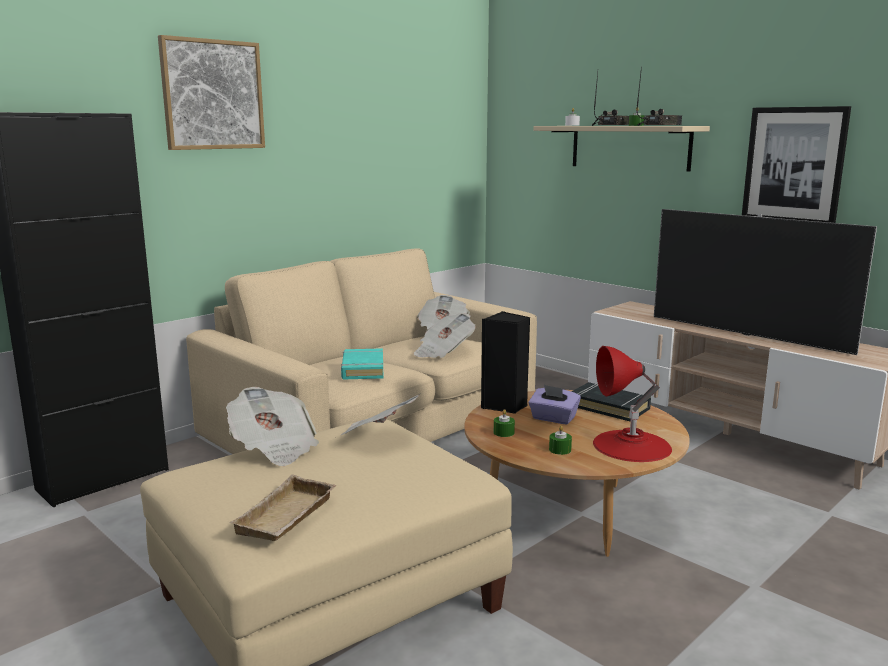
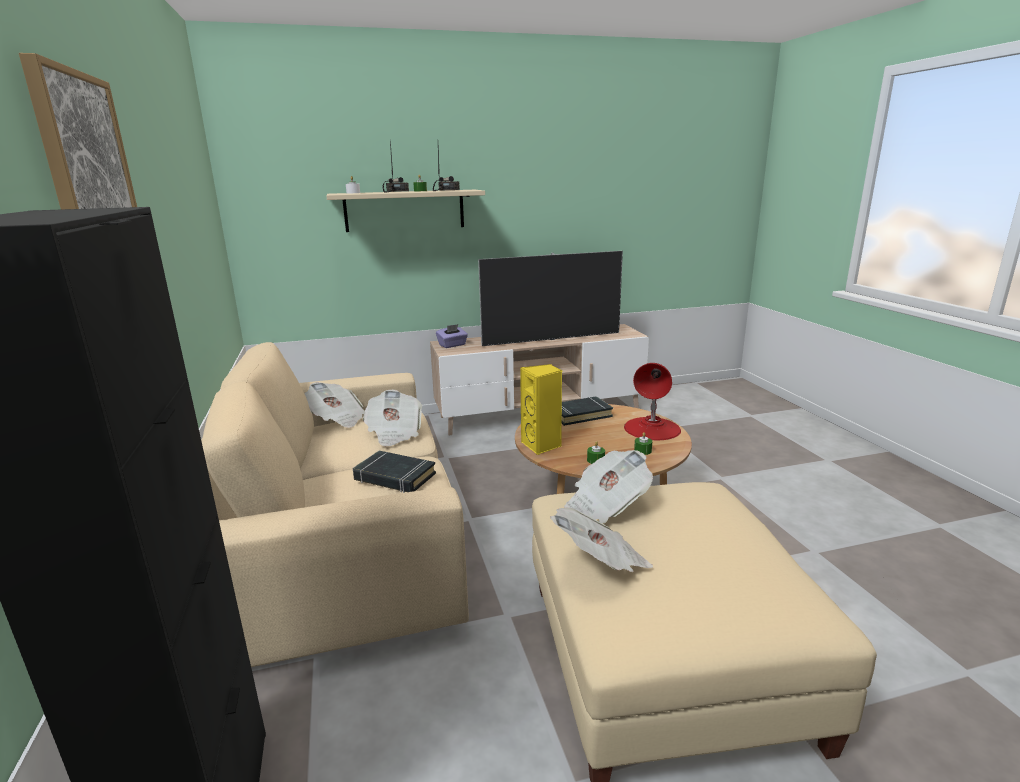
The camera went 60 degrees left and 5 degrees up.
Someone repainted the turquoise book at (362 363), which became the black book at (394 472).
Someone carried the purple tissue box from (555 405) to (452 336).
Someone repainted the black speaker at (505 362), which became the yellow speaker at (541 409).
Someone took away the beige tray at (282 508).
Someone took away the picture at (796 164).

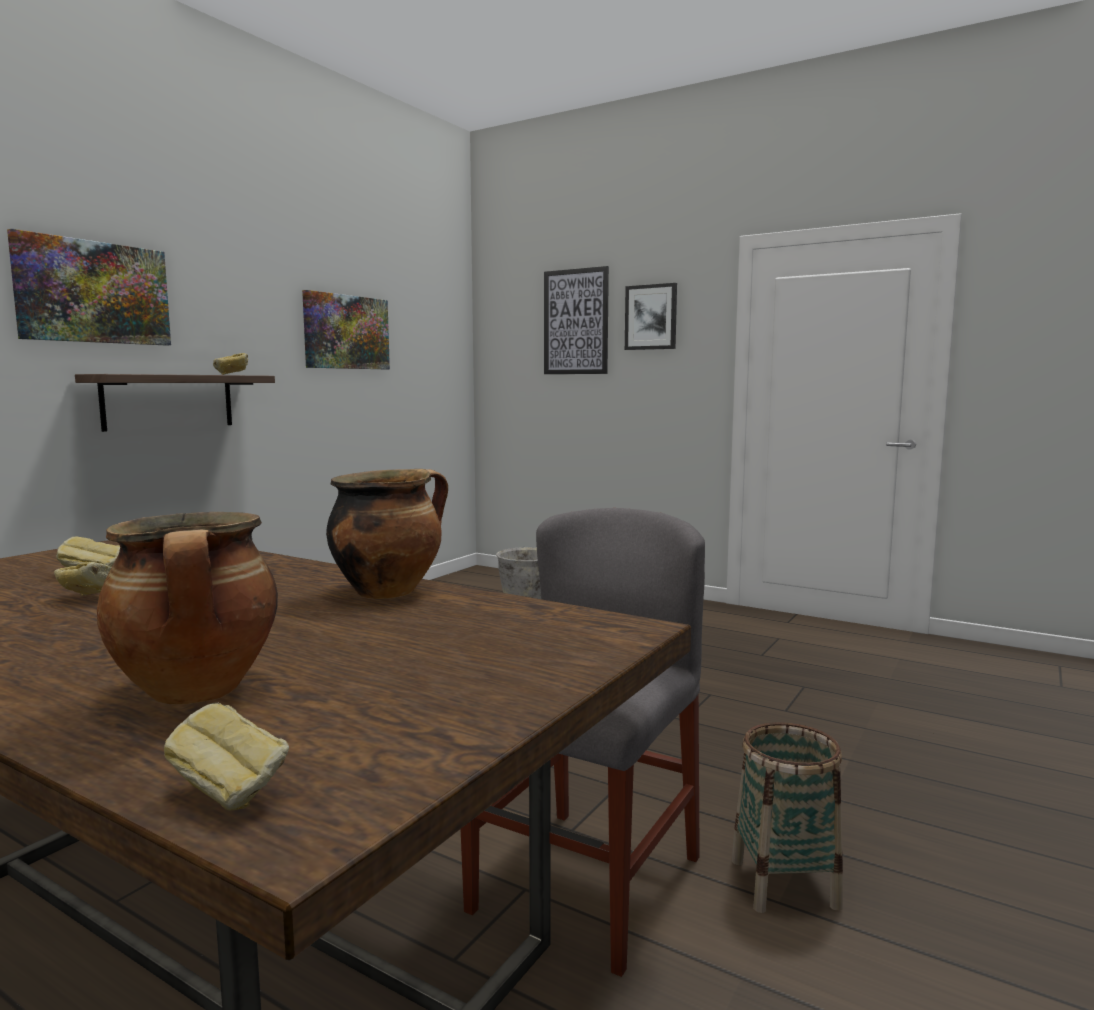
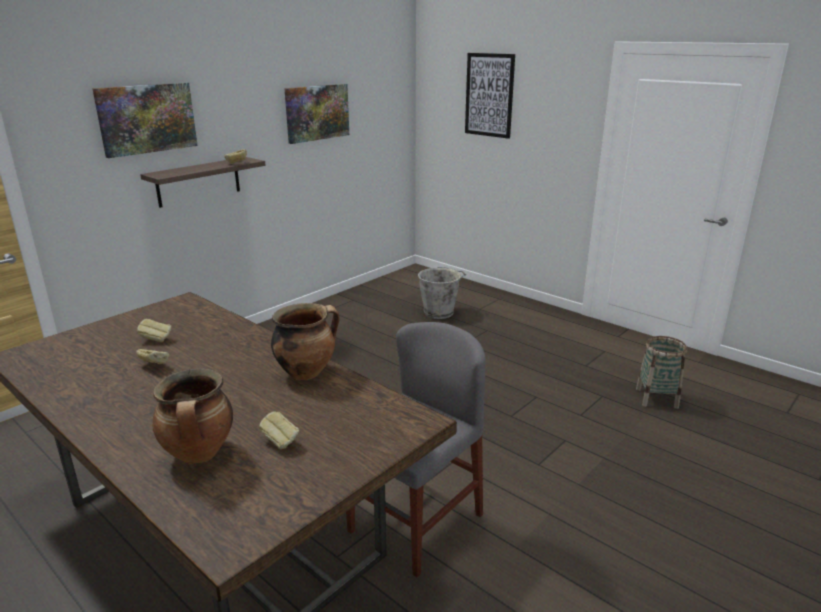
The camera went 10 degrees right and 15 degrees up.
Someone carried the bread from (226 756) to (279 430).
Someone carried the basket from (787 817) to (661 372).
Someone took away the picture at (651 316).

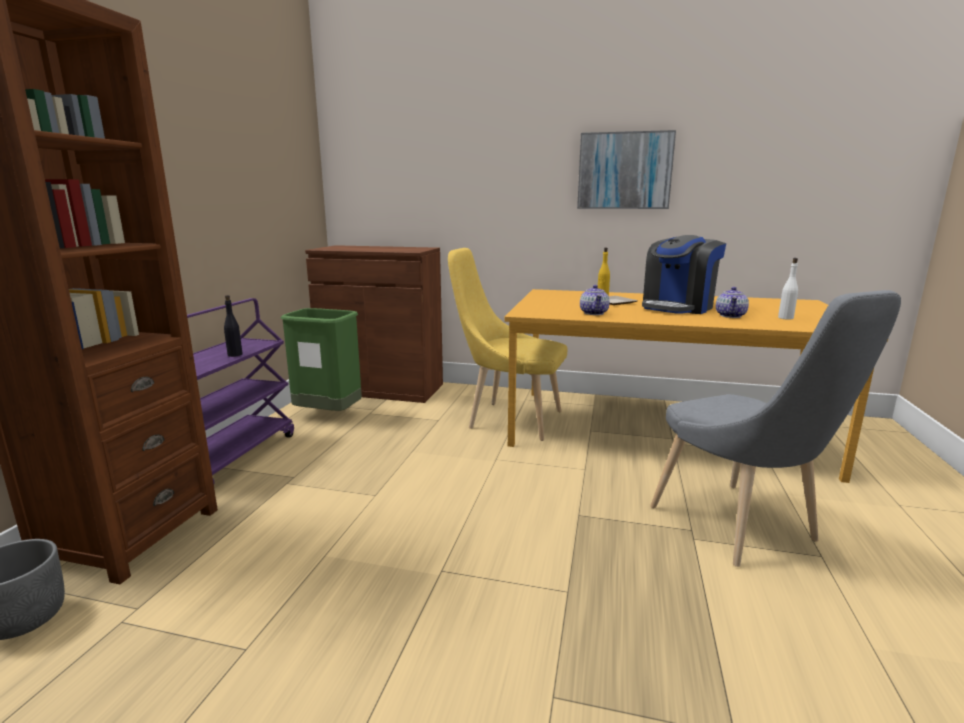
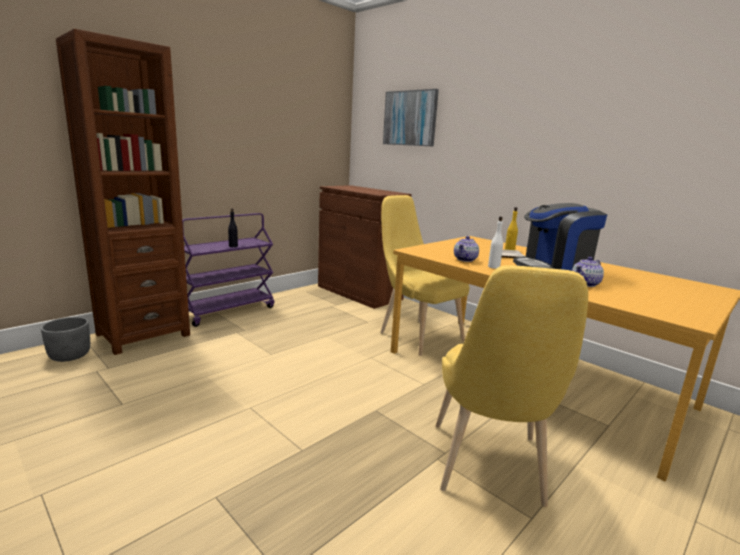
The camera went 30 degrees right and 0 degrees up.
Someone carried the picture from (626 169) to (411 118).
Someone repainted the grey chair at (775 428), which became the yellow chair at (512 386).
Someone carried the white bottle from (788 289) to (495 242).
Someone took away the green trash can at (321 359).

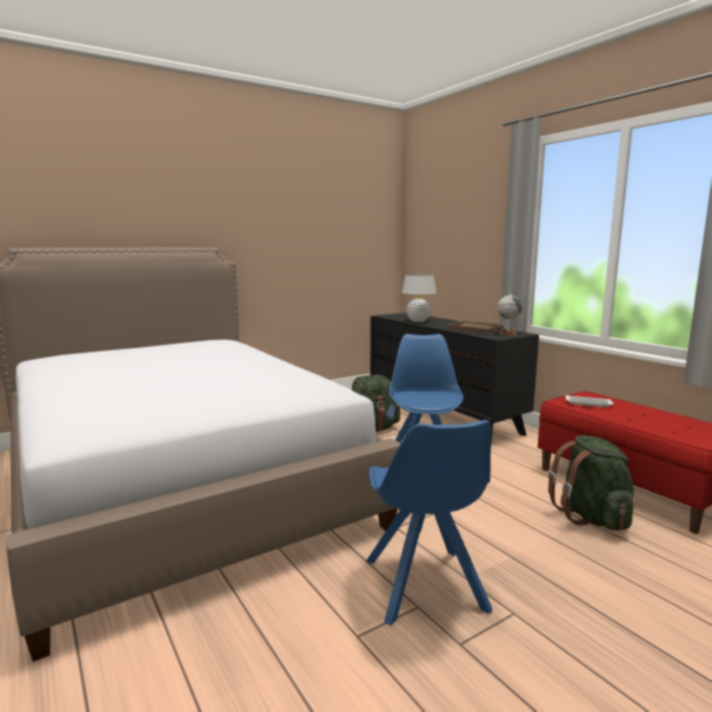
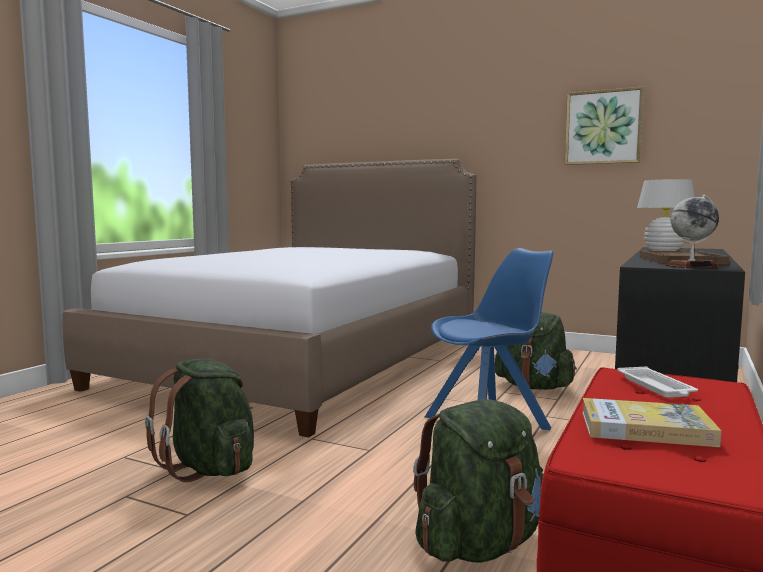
The camera went 60 degrees right and 5 degrees down.
Someone swapped the blue chair at (429 523) for the green backpack at (199 420).
Someone put up the picture at (604 126).
Someone put down the book at (652 422).

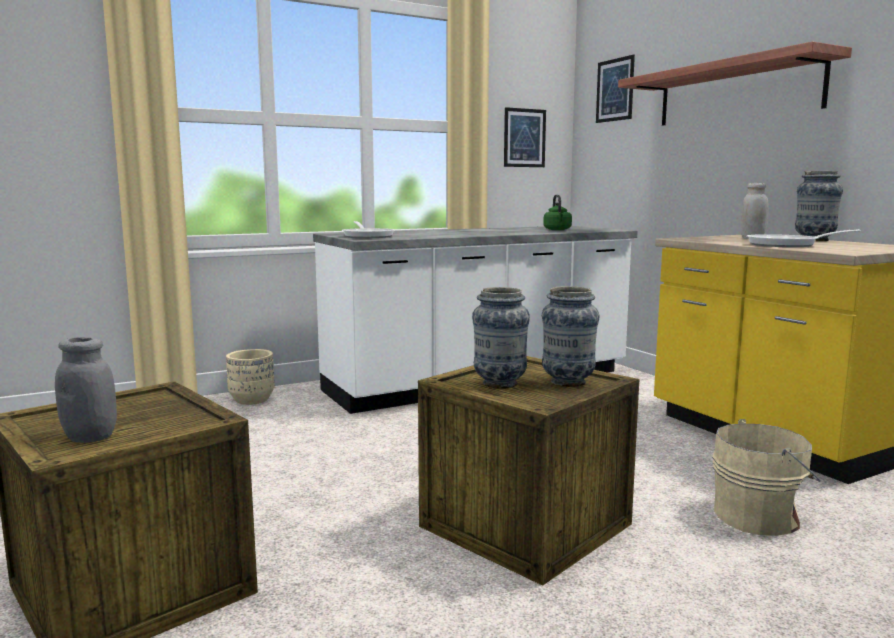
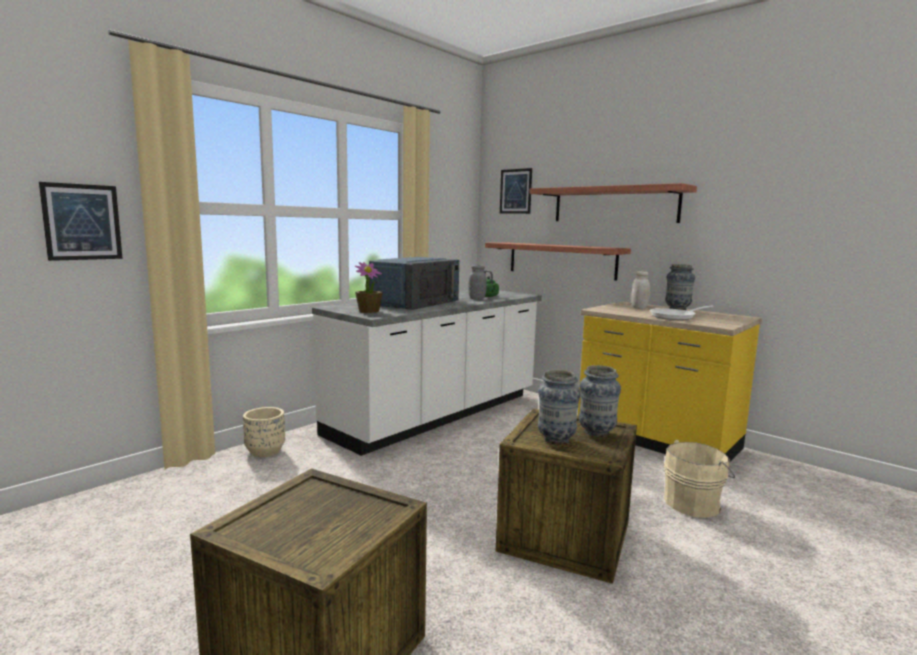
The camera went 20 degrees left and 0 degrees up.
Someone carried the picture from (525 137) to (81 221).
Someone swapped the frying pan at (368 229) for the potted plant at (369 287).
Someone put down the blue microwave at (414 283).
Someone carried the grey jar from (86 390) to (477 282).
Someone put up the shelf at (558 261).

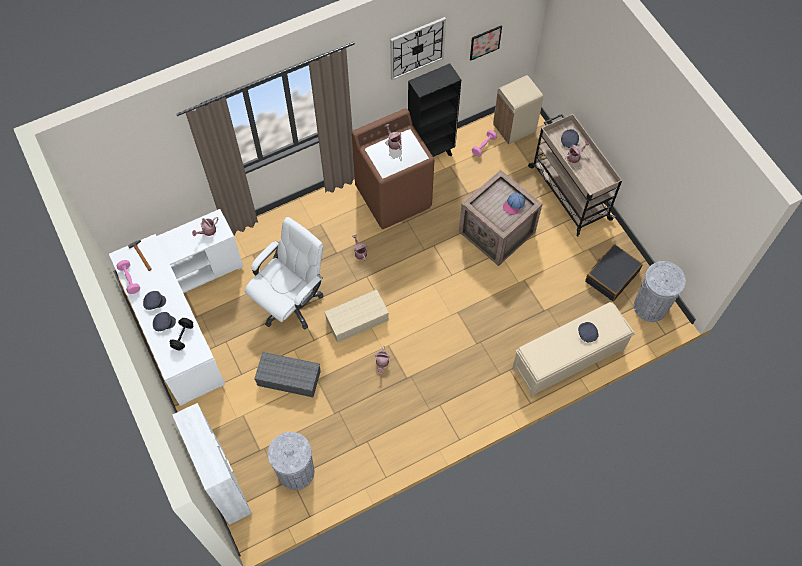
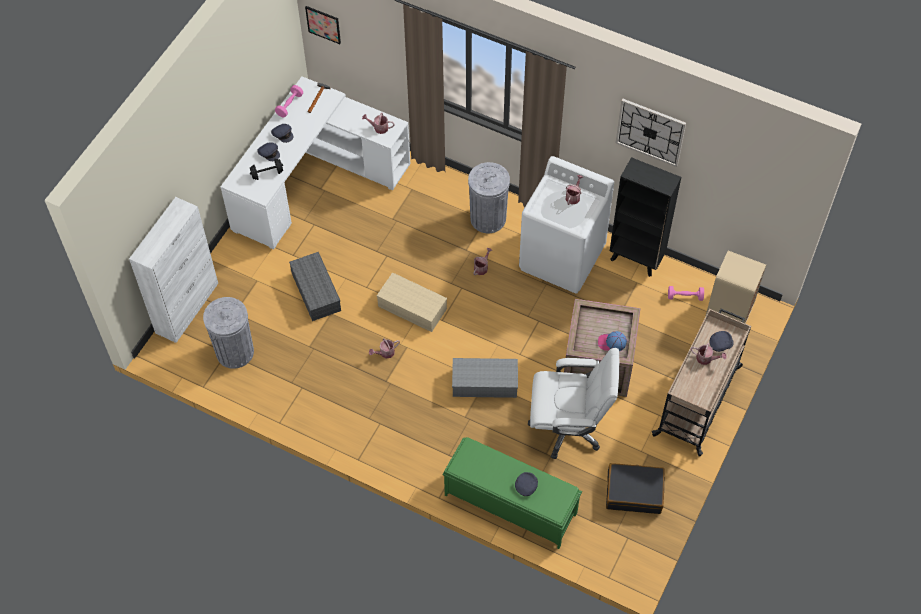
The camera went 55 degrees right and 5 degrees down.
Someone carried the picture from (486 43) to (323 25).
Someone repainted the beige bench at (573 350), which became the green bench at (512 493).
Someone put down the grey storage box at (485 378).
Someone carried the grey trash can from (660 291) to (489 197).
Someone repainted the brown washing machine at (393 168), which became the white washing machine at (566 225).
Someone carried the white office chair from (284 273) to (573 403).

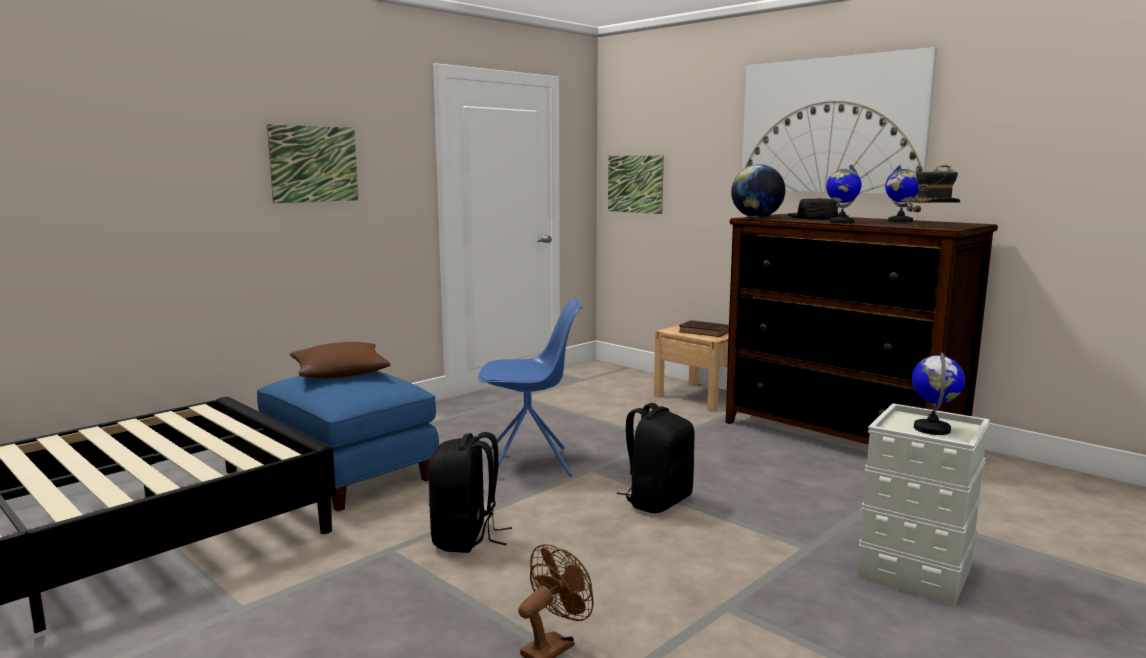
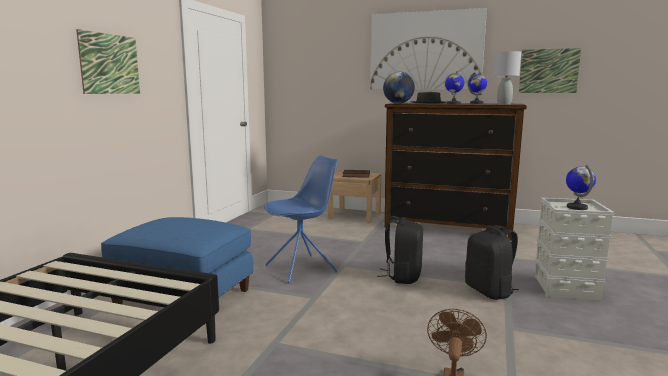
The camera went 25 degrees left and 0 degrees up.
Someone carried the black backpack from (470 492) to (492 262).
Someone swapped the hat at (933 195) for the grey table lamp at (507 77).
Someone carried the picture from (636 184) to (550 70).
Someone took away the brown pillow at (340 360).

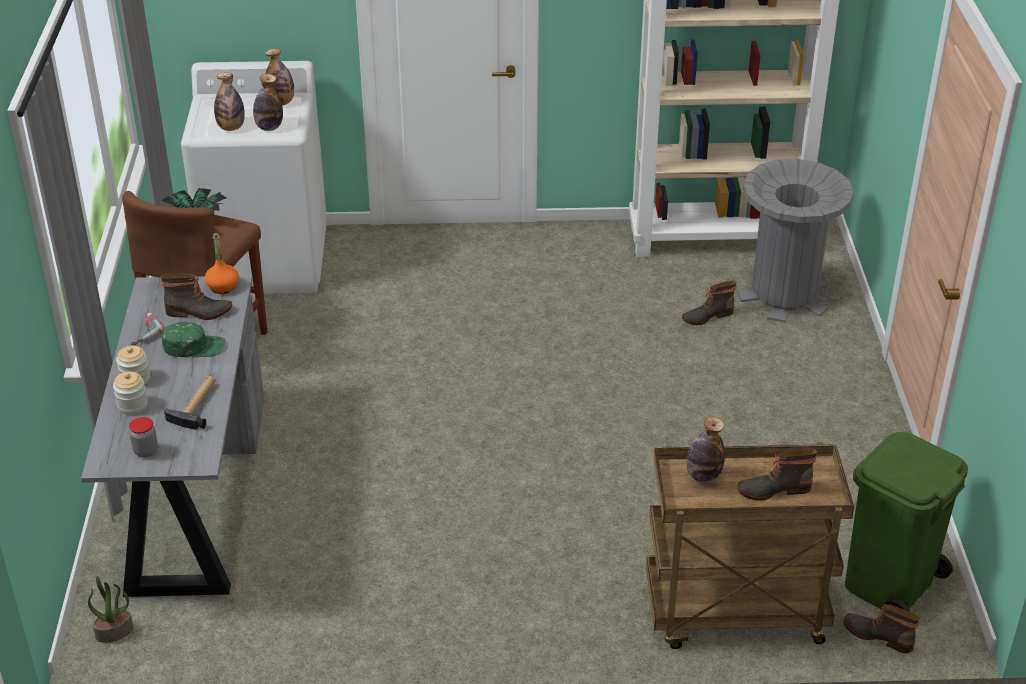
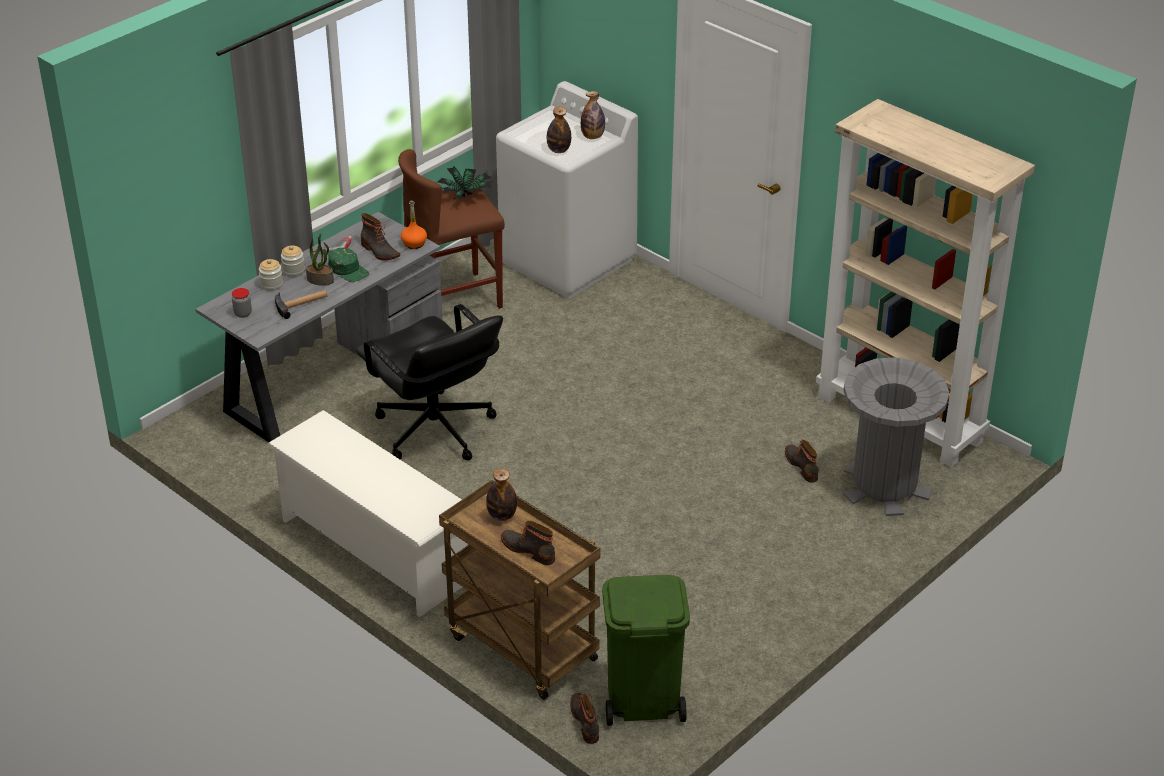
The camera went 45 degrees right and 0 degrees up.
Someone put down the white shoe rack at (368 513).
Someone carried the potted plant from (110 609) to (320 259).
Someone put down the black office chair at (429 382).
Someone rotated the boot at (709 303) by 45 degrees clockwise.
Someone took away the bottle at (229 102).

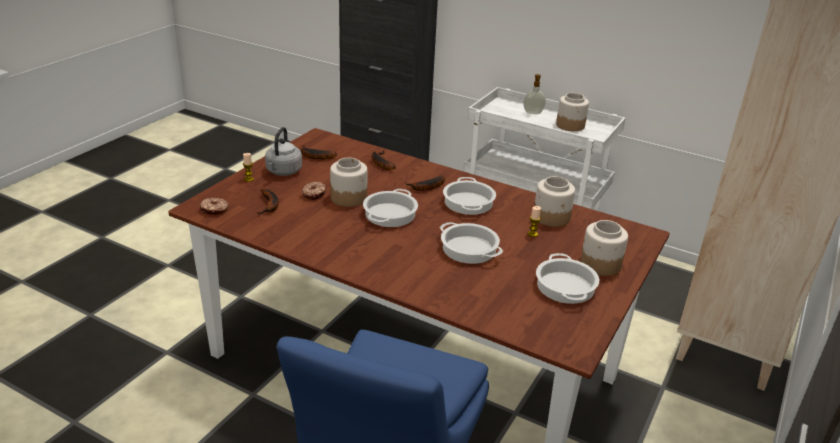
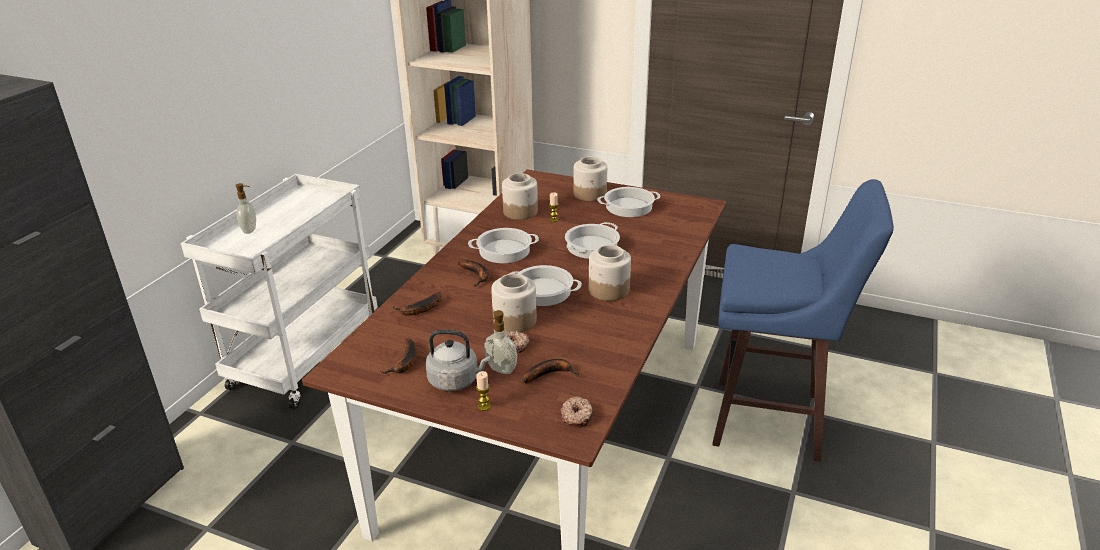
The camera went 95 degrees left and 0 degrees up.
Someone put down the soap dispenser at (500 342).
Someone carried the jar from (572 112) to (610 273).

